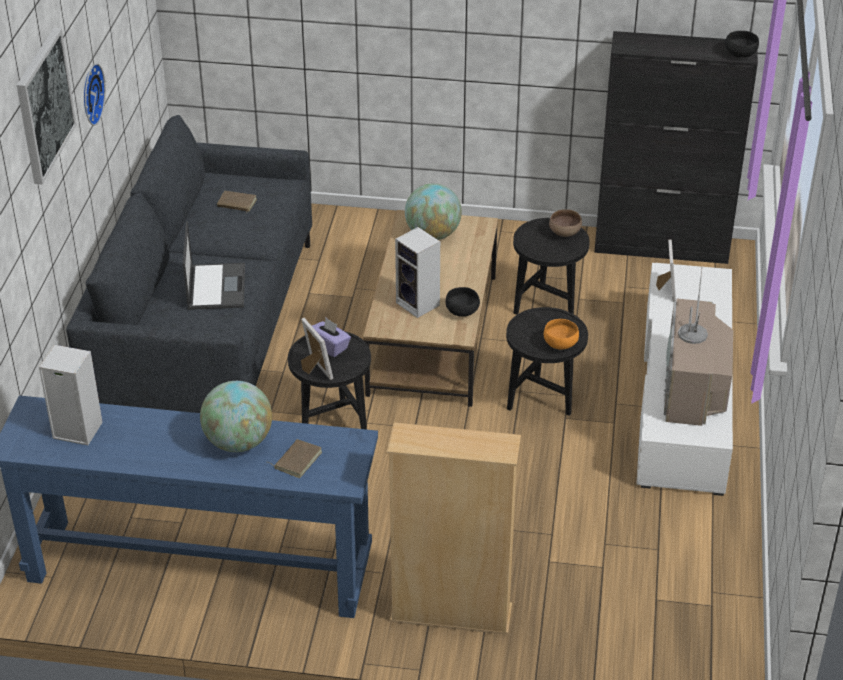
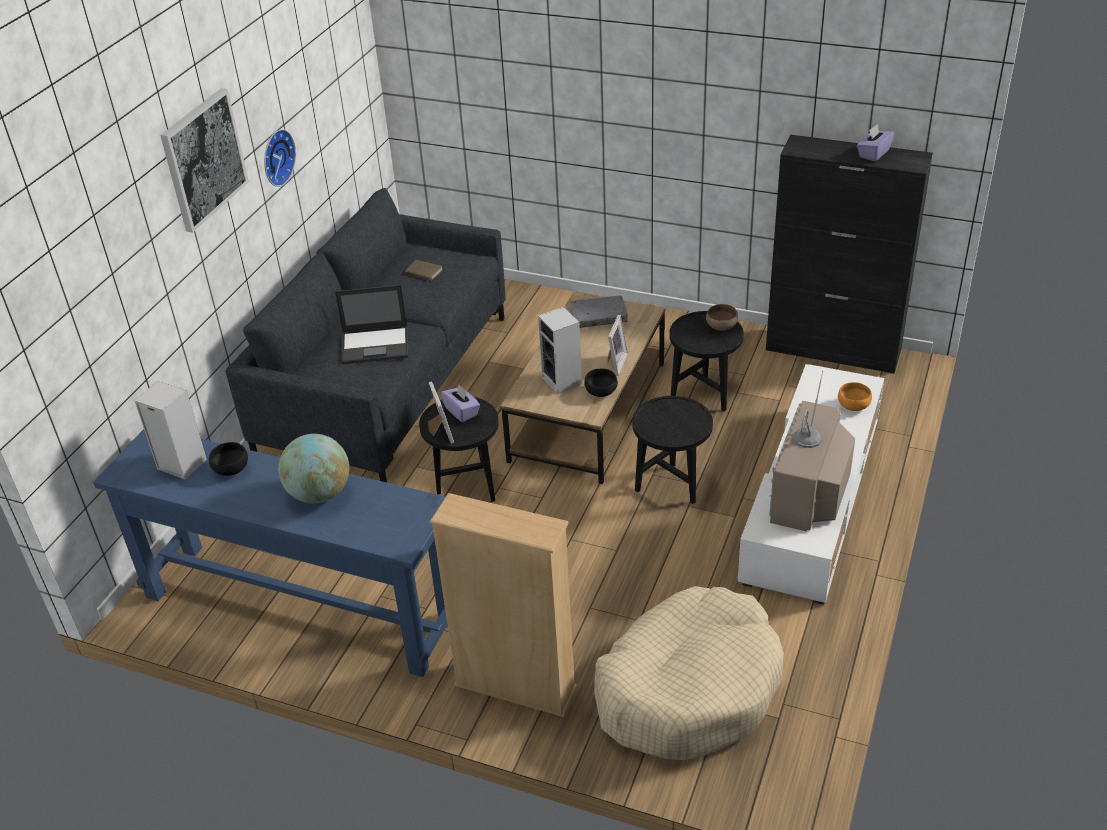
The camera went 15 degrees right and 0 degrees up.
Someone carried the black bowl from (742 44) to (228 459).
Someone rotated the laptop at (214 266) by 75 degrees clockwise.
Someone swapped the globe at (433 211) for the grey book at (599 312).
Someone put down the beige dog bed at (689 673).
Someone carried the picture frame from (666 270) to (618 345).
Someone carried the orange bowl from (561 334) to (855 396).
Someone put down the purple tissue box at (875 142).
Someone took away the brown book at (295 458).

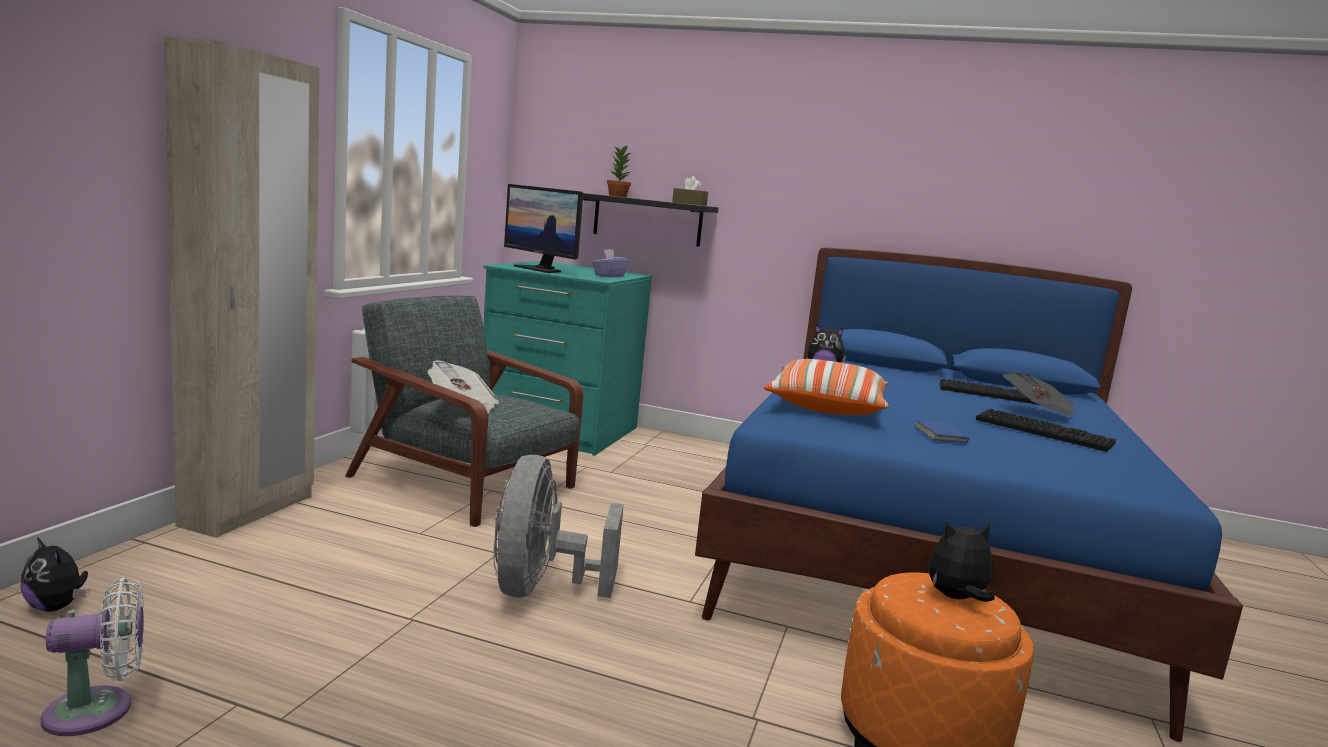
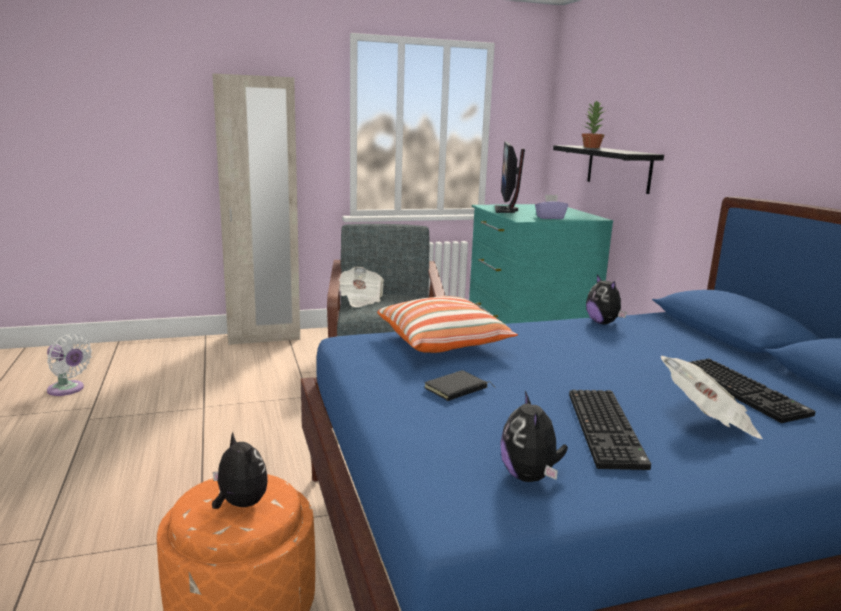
The camera went 55 degrees right and 5 degrees up.
Someone repainted the blue book at (942 431), which became the black book at (460 385).
Someone carried the plush toy from (54 574) to (534 436).
Someone took away the grey fan at (558 526).
Someone took away the brown tissue box at (690 191).

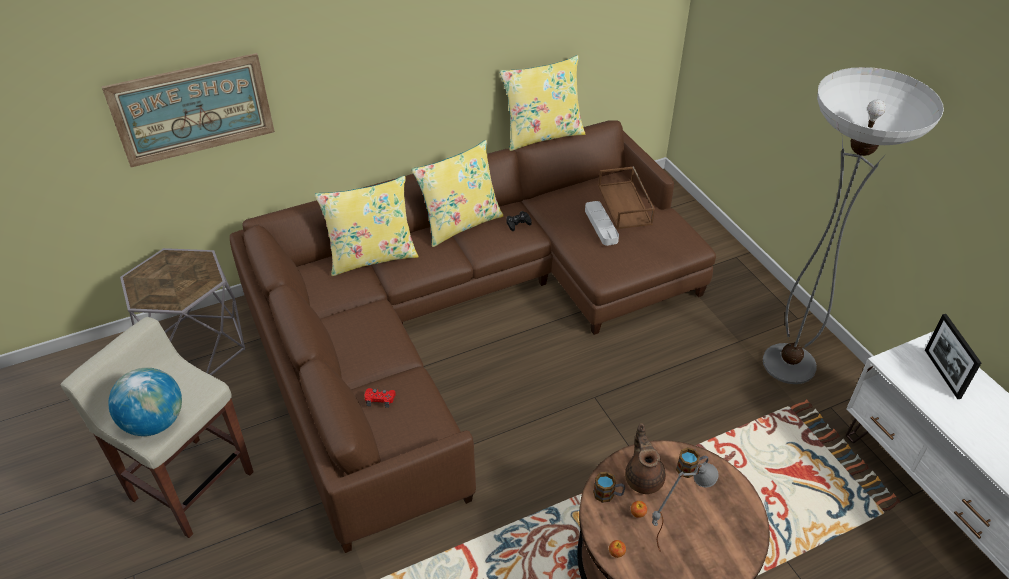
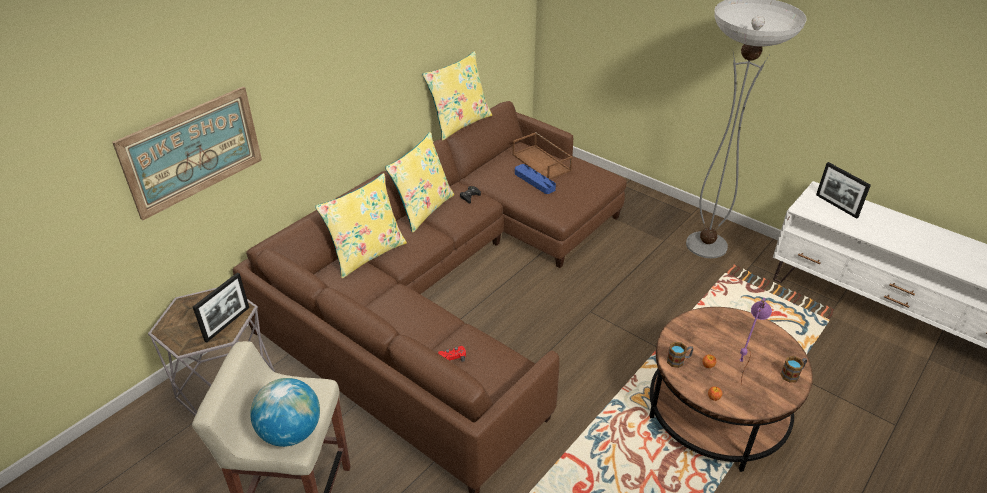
The camera went 25 degrees left and 5 degrees down.
Someone put down the picture frame at (221 307).
Someone repainted the grey tray at (602 223), which became the blue tray at (535 179).
Someone repainted the grey table lamp at (685 506), which became the purple table lamp at (756 341).
Someone carried the mug from (692 462) to (794 369).
Someone took away the brown teapot at (645 458).

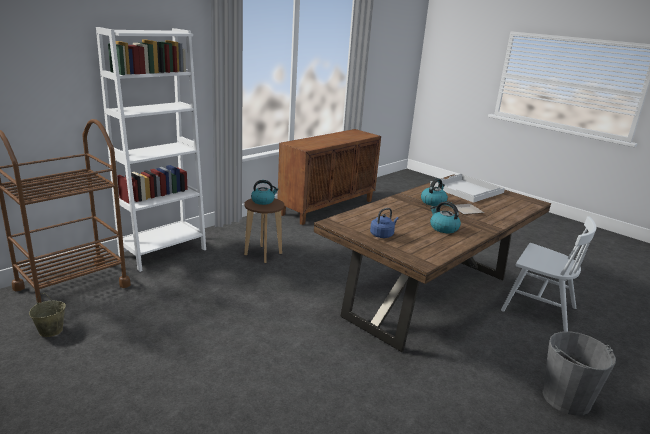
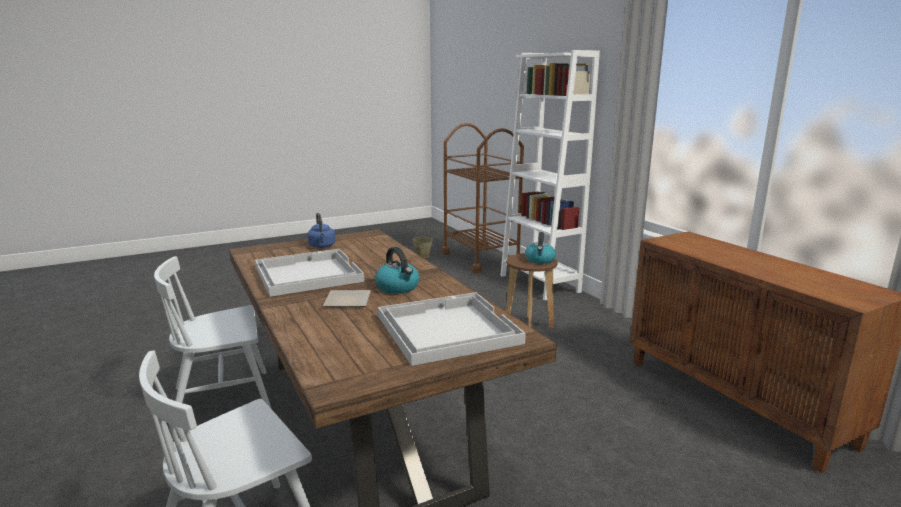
The camera went 110 degrees right and 5 degrees down.
Someone put down the white chair at (212 332).
Someone swapped the kettle at (445 217) for the white tray at (309 273).
Someone took away the grey bucket at (579 373).

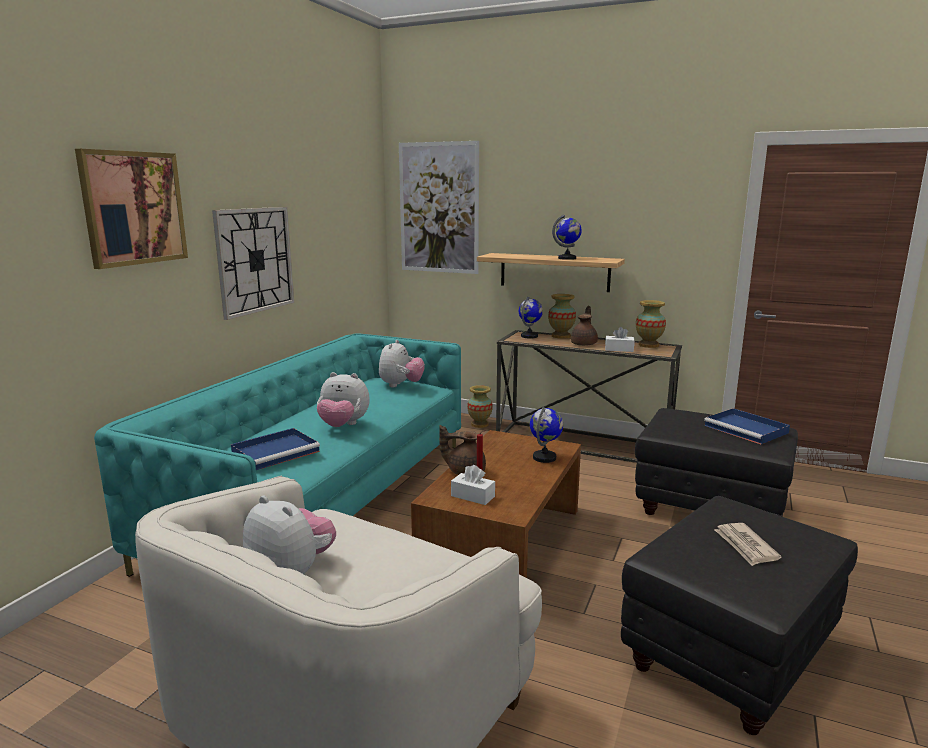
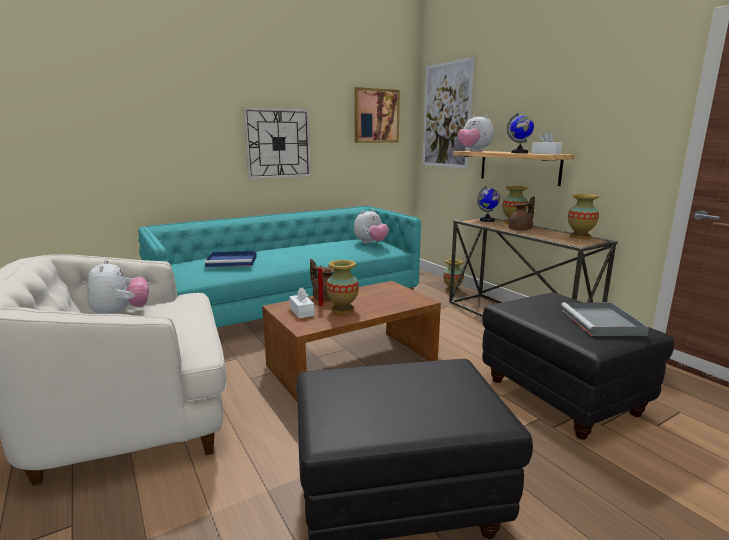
The camera went 35 degrees right and 0 degrees up.
Someone put down the vase at (342 287).
Someone carried the picture from (131 209) to (377 115).
Someone carried the plush toy from (343 399) to (476 133).
Someone carried the white tissue box from (620 339) to (546 143).
Someone repainted the blue tray at (747 426), which became the grey tray at (605 319).
Someone took away the globe at (546 435).
Someone took away the newspaper at (748 544).

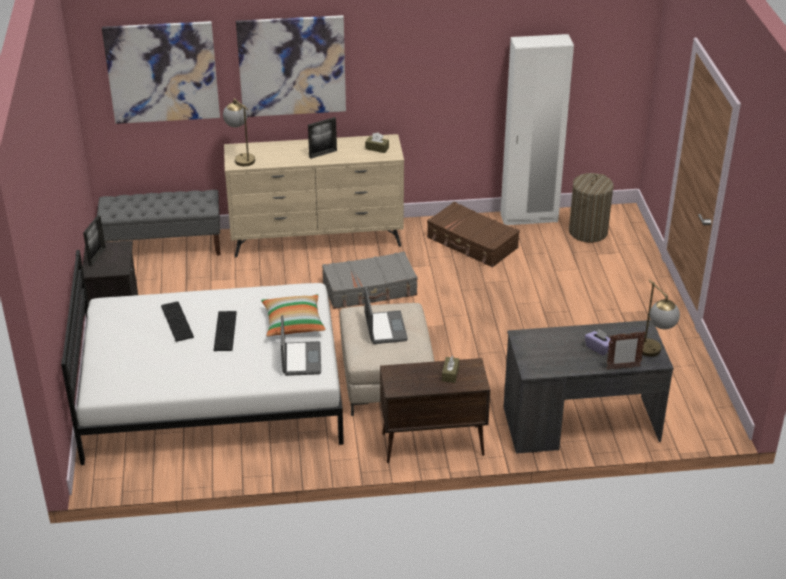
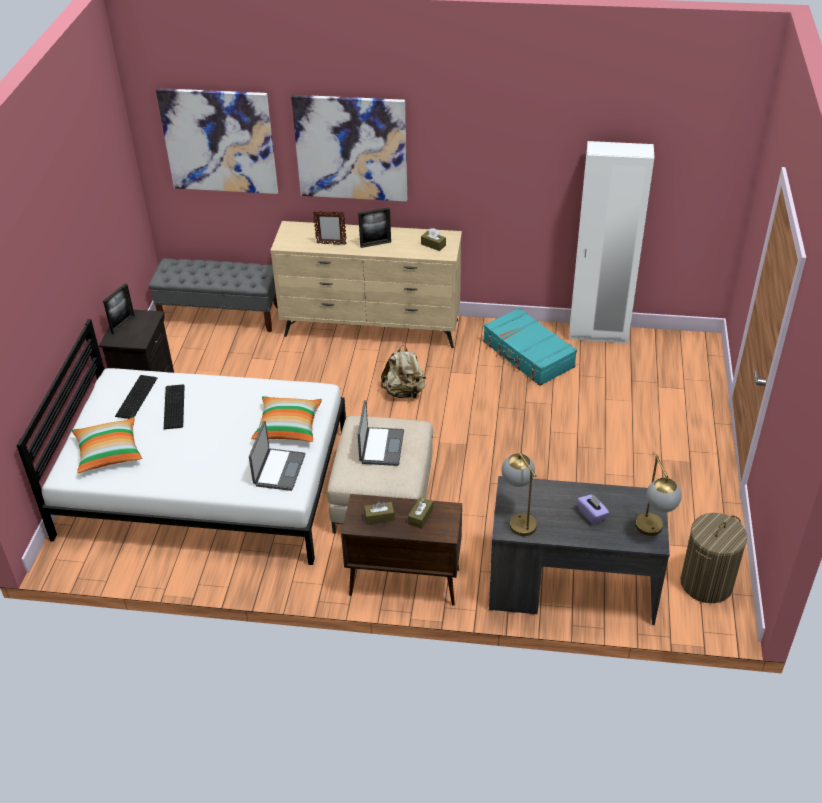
The camera went 15 degrees right and 5 degrees up.
Someone put down the pillow at (107 445).
Someone carried the keyboard from (225 331) to (136 397).
Someone carried the picture frame from (626 351) to (330 227).
Someone put down the brown tissue box at (379 513).
Someone swapped the grey suitcase at (369 280) for the beige backpack at (403 372).
Someone repainted the brown suitcase at (473 234), which became the turquoise suitcase at (530 347).
Someone carried the table lamp from (239 132) to (519 494).
Someone carried the laundry basket from (591 208) to (713 558).

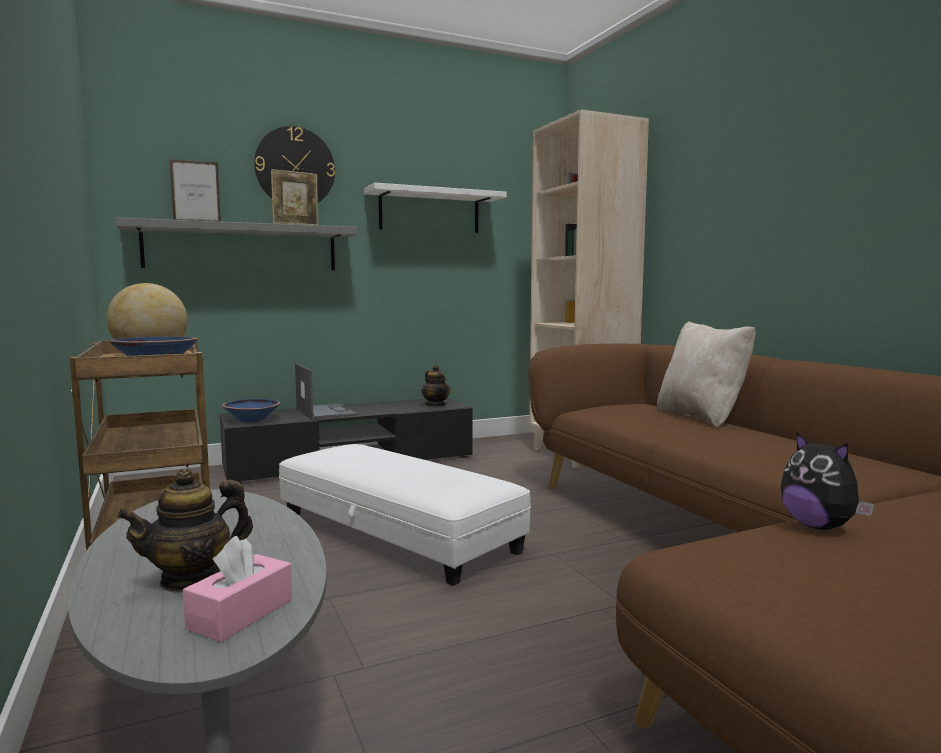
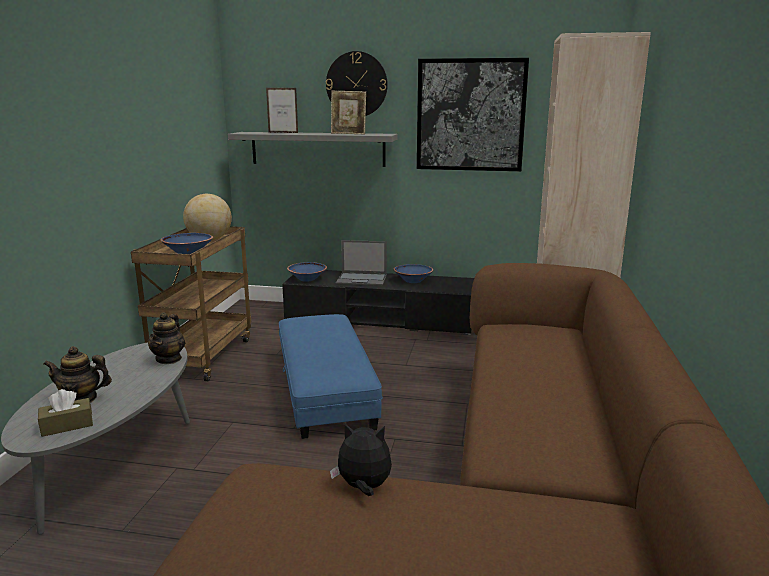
The camera went 35 degrees right and 10 degrees up.
Someone repainted the pink tissue box at (237 589), which became the brown tissue box at (65 413).
Someone carried the teapot from (435 386) to (167 338).
Someone repainted the white ottoman at (405 515), which became the blue ottoman at (330 376).
Someone rotated the plush toy at (828 480) by 90 degrees clockwise.
Someone rotated the laptop at (326 392) by 90 degrees clockwise.
Someone put down the blue bowl at (413 273).
Someone swapped the white shelf at (435 208) for the picture at (473 114).
Someone took away the beige pillow at (706 374).

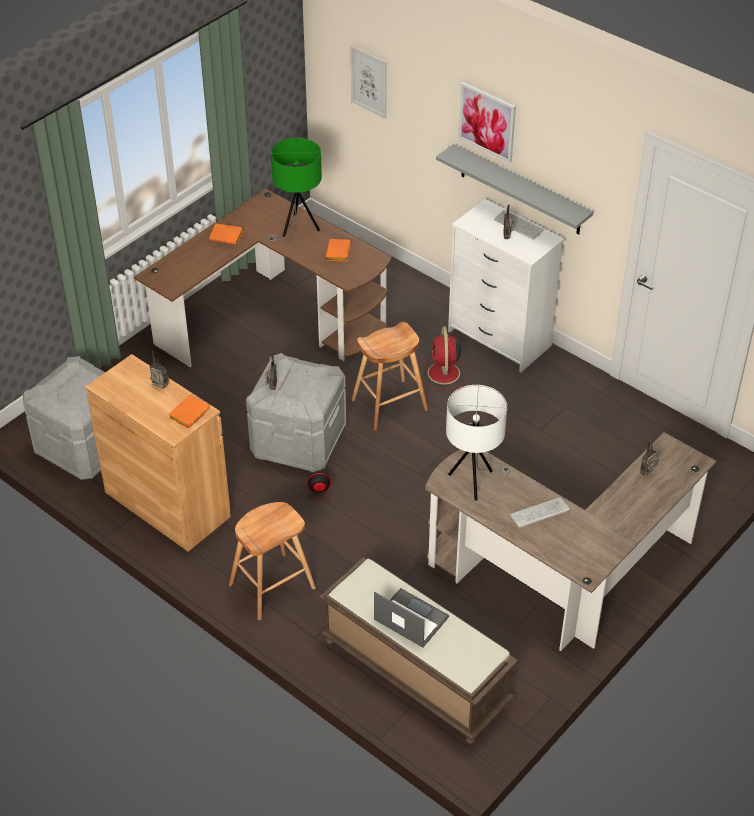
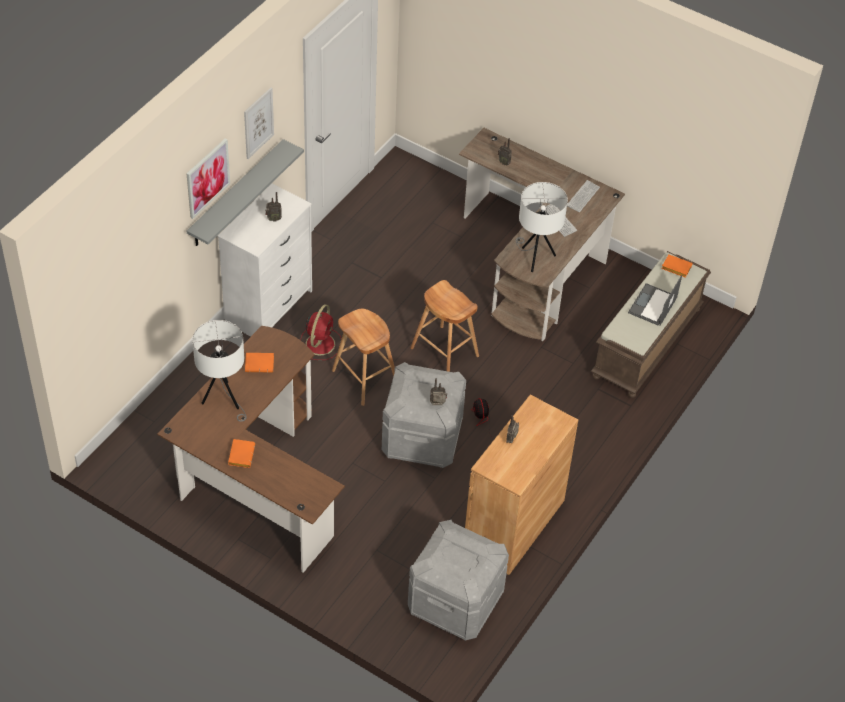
The camera went 100 degrees left and 5 degrees up.
Someone repainted the green table lamp at (295 189), which became the white table lamp at (219 371).
Someone carried the picture from (368 81) to (259 123).
Someone rotated the red fan at (444 358) by 60 degrees counterclockwise.
Someone carried the brown stool from (272 561) to (444 326).
Someone carried the keyboard from (519 225) to (583 196).
Someone carried the orange book from (189 412) to (677 266).

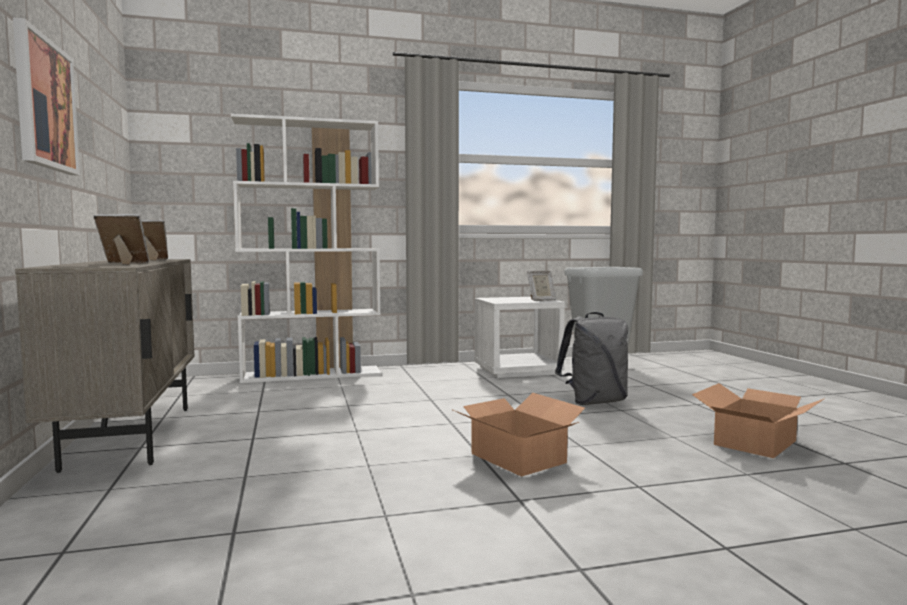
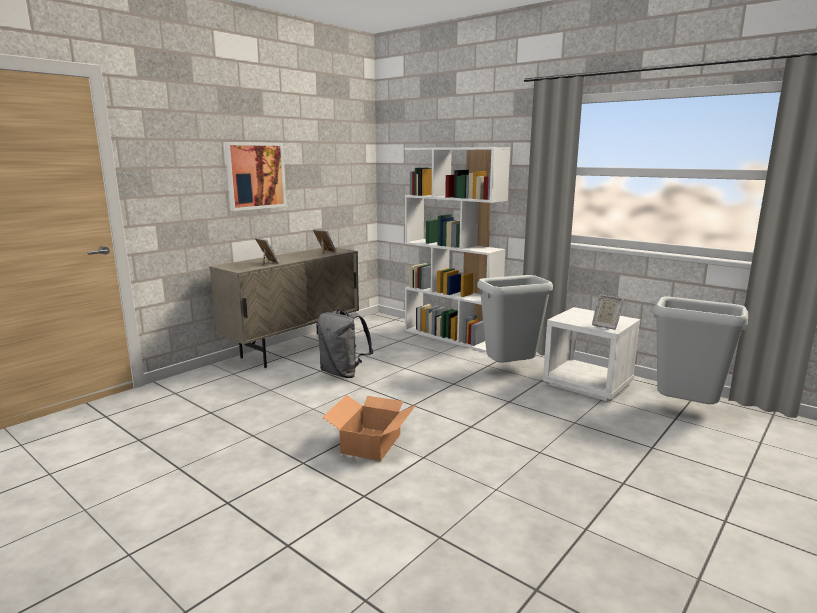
The camera went 55 degrees right and 10 degrees up.
Someone carried the grey backpack from (591 358) to (345 343).
Someone put down the grey trash can at (515 319).
Someone took away the cardboard box at (758 420).

